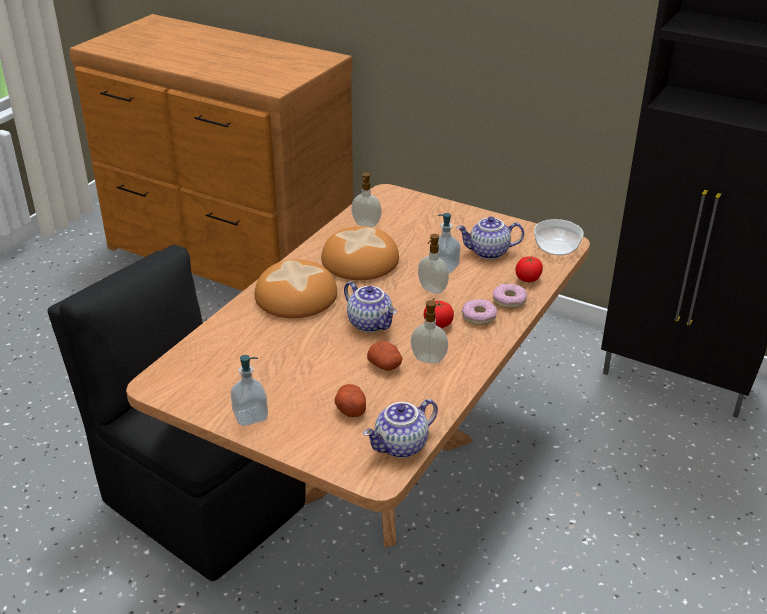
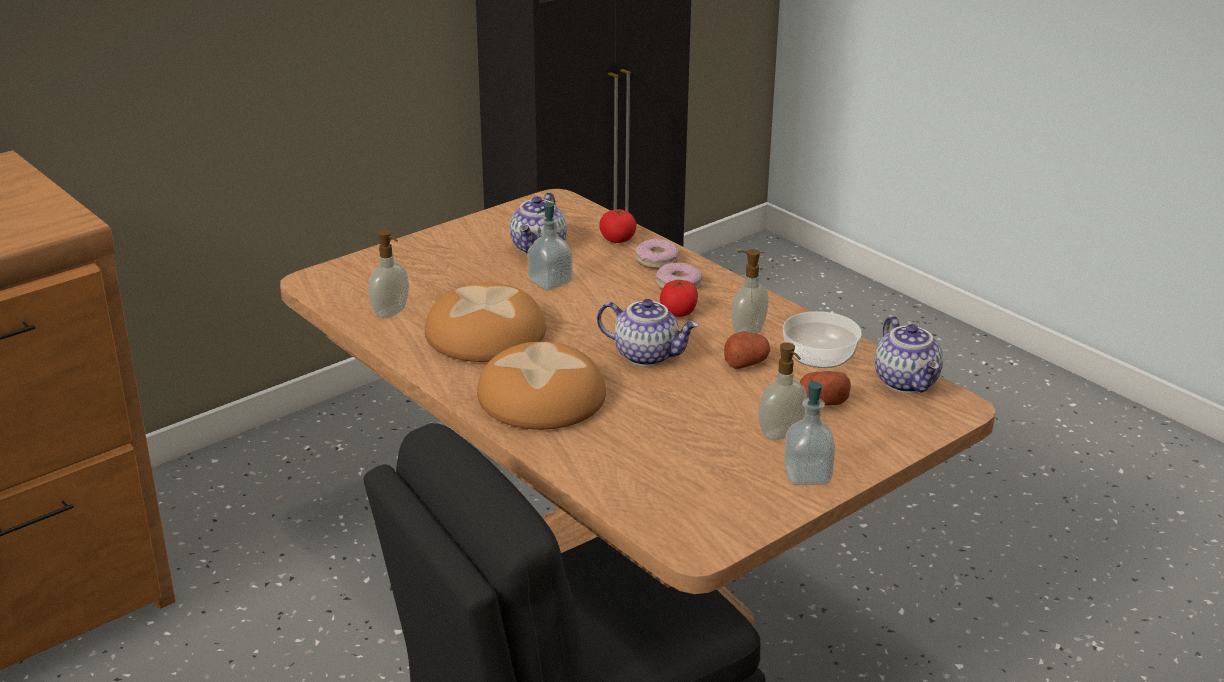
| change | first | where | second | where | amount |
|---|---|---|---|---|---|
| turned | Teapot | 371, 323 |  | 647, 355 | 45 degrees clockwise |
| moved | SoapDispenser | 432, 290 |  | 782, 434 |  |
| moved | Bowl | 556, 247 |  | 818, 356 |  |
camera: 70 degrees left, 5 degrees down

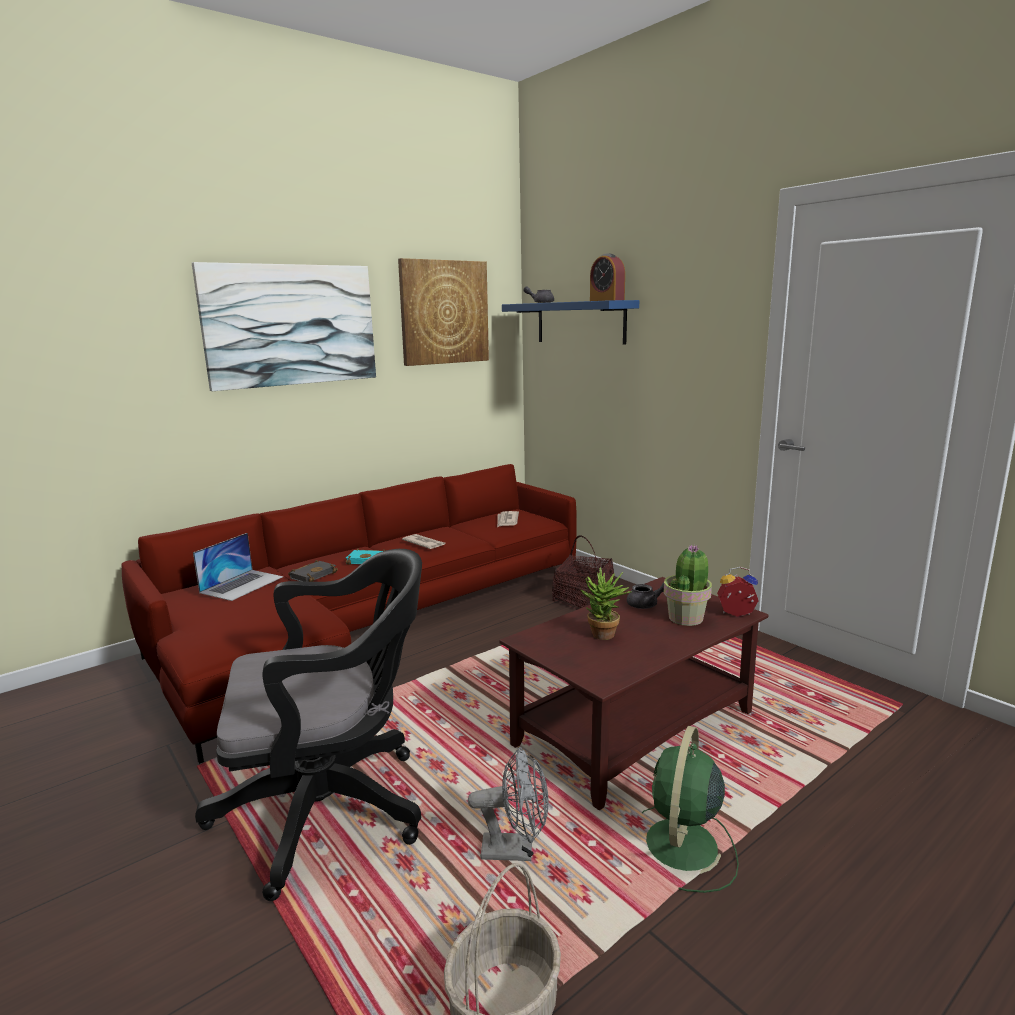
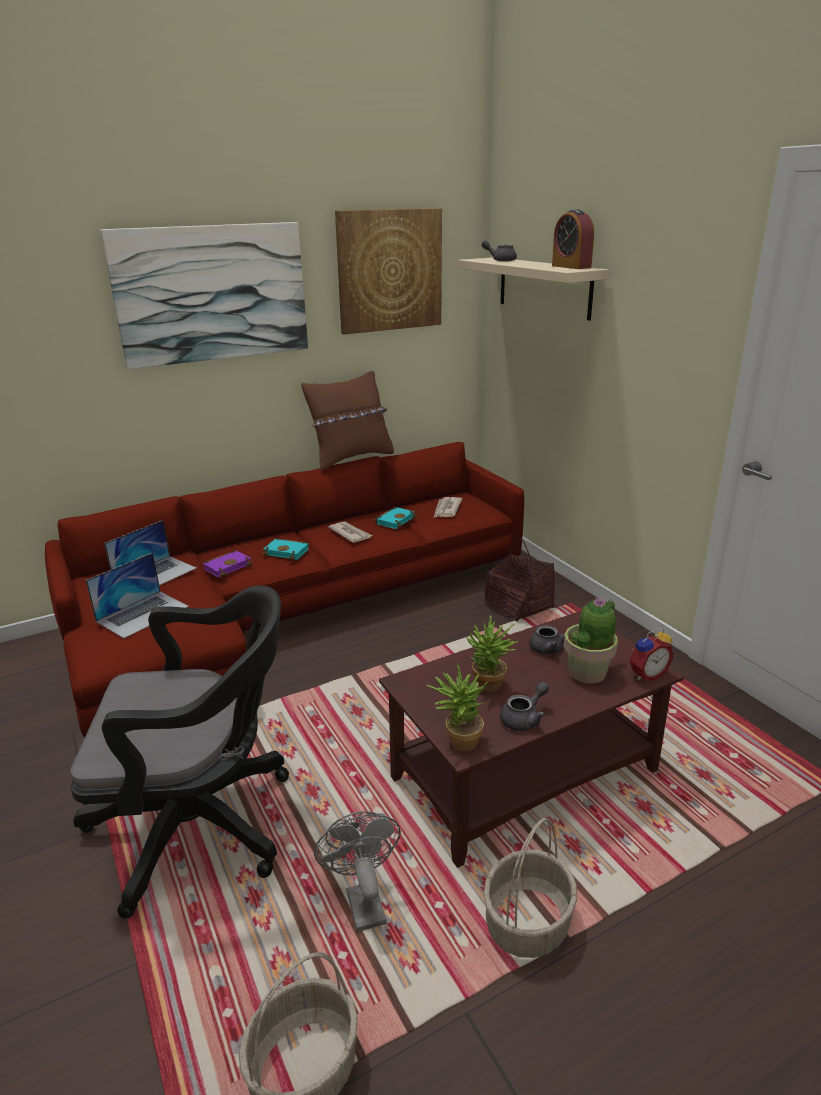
| change | first | where | second | where | amount |
|---|---|---|---|---|---|
| added |  |  | Laptop | 143, 613 |  |
| recoloured | BlackBook | 313, 575 | PurpleBook | 228, 566 |  |
| added |  |  | BrownPillow | 351, 458 |  |
| turned | GreyFan | 516, 850 |  | 362, 900 | 120 degrees counterclockwise |
| added |  |  | TurquoiseBook | 395, 520 |  |
| added |  |  | PottedPlant | 458, 741 |  |
| recoloured | BlueShelf | 580, 322 | BeigeShelf | 544, 287 |  |
| replaced | GreenFan | 680, 848 | Basket | 528, 924 |  |
| added |  |  | GreyTeapot | 524, 718 |  |
| turned | AlarmClock | 736, 615 |  | 646, 674 | 135 degrees clockwise |
camera: 10 degrees right, 10 degrees up

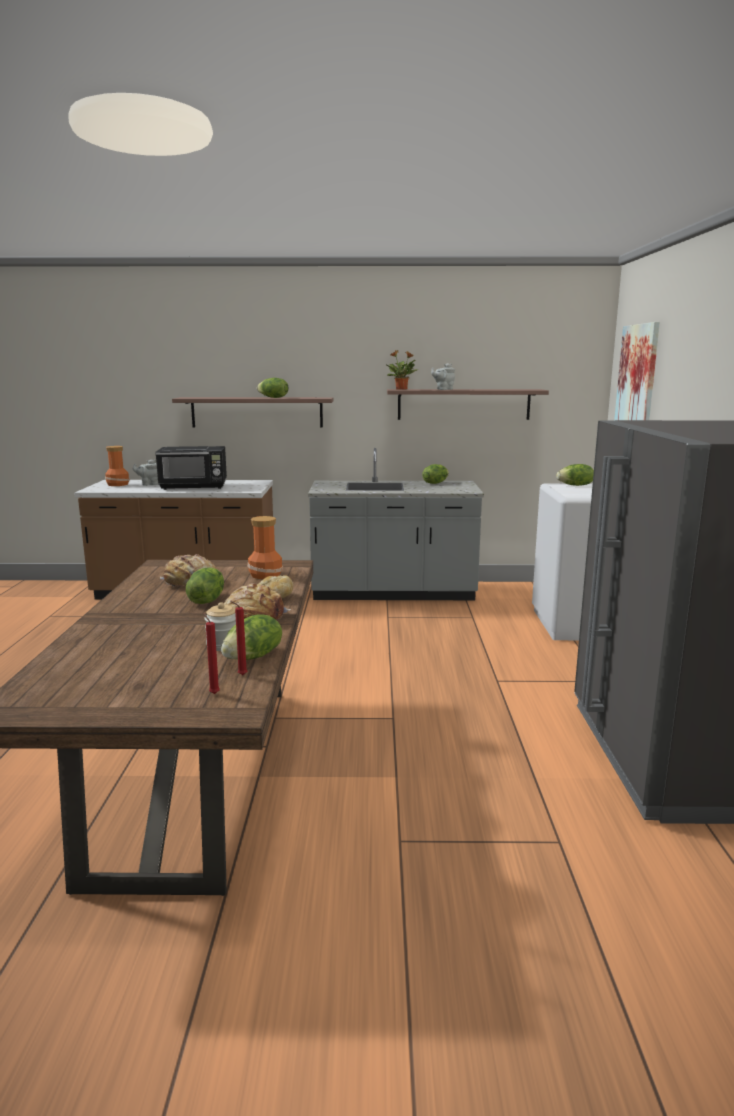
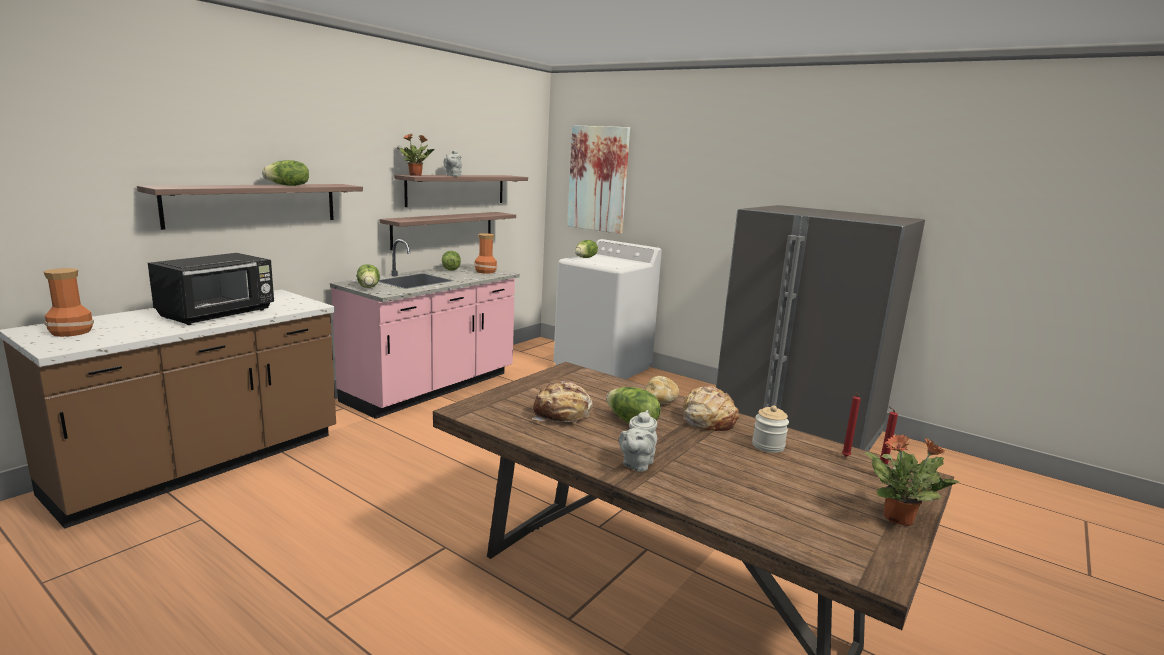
| change | first | where | second | where | amount |
|---|---|---|---|---|---|
| recoloured | GreyCounter | 393, 593 | PinkCounter | 432, 388 |  |
| moved | Lettuce | 254, 657 |  | 369, 287 |  |
| added |  |  | Shelf | 443, 229 |  |
| moved | Vase | 264, 575 |  | 485, 271 |  |
| moved | GreyTeapot | 149, 484 |  | 636, 464 |  |
| added |  |  | PottedPlant | 899, 519 |  |
camera: 55 degrees left, 0 degrees up

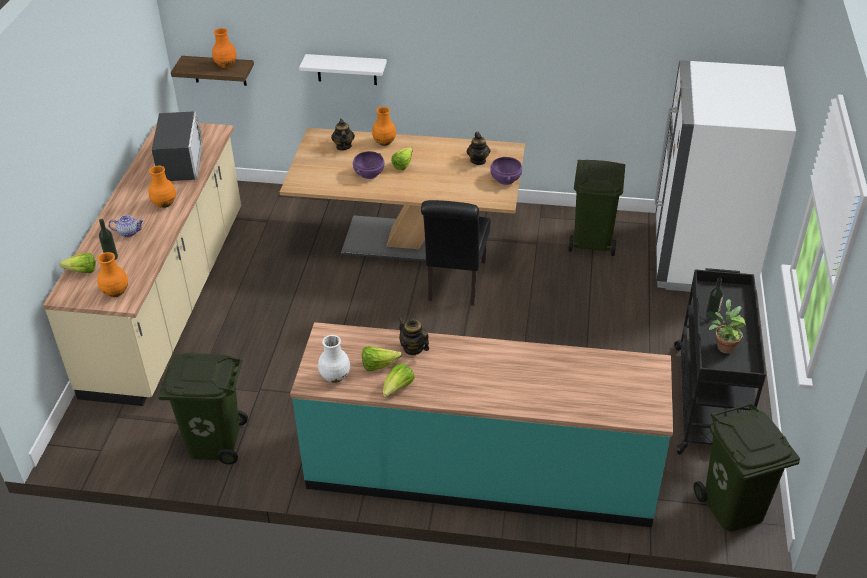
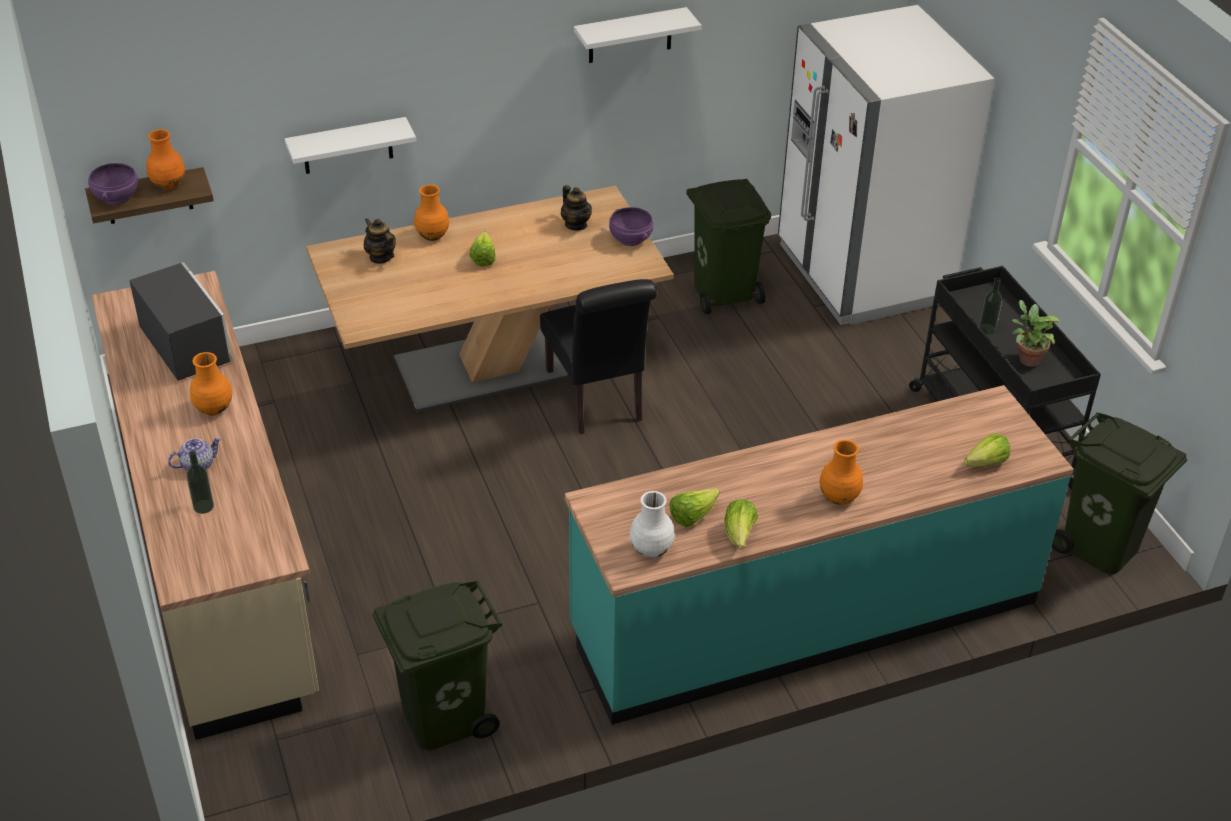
| change | first | where | second | where | amount |
|---|---|---|---|---|---|
| moved | PurpleBowl | 369, 174 |  | 116, 197 |  |
| added |  |  | WhiteShelf | 630, 36 |  |
| moved | OrangeVase | 116, 292 |  | 838, 496 |  |
| moved | Lettuce | 79, 271 |  | 981, 464 |  |
| removed | Teapot | 413, 348 |  |  |  |
camera: 30 degrees left, 0 degrees up

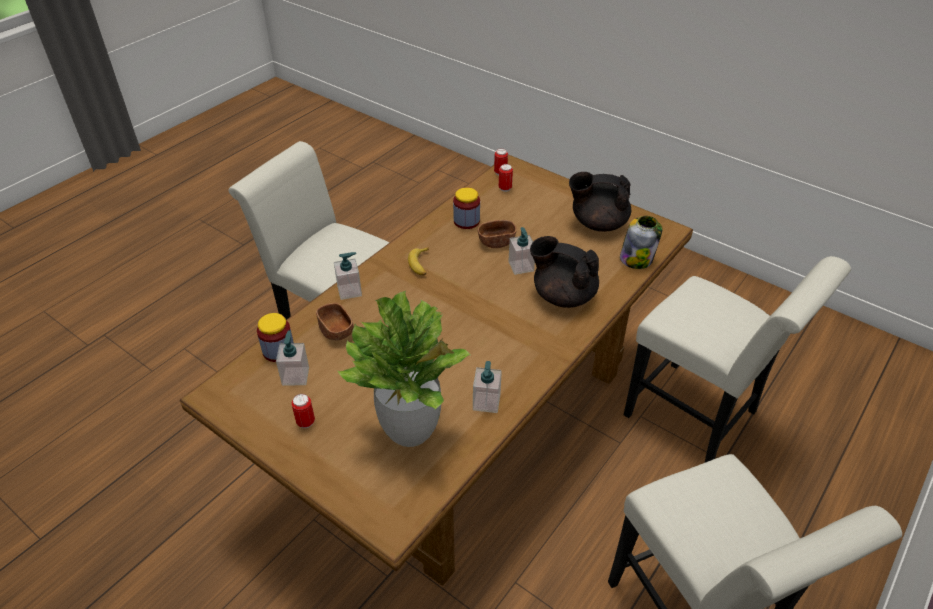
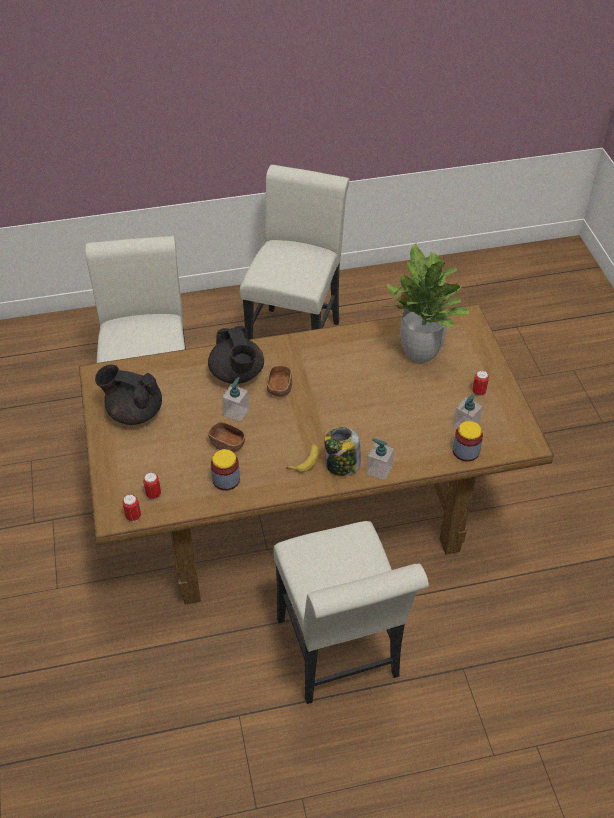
| change | first | where | second | where | amount |
|---|---|---|---|---|---|
| turned | BlackTeapot | 597, 223 |  | 134, 412 | 150 degrees clockwise |
| moved | BrownBowl | 336, 330 |  | 279, 388 |  |
| moved | Jar | 637, 259 |  | 342, 465 |  |
| removed | SoapDispenser | 486, 402 |  |  |  |
camera: 140 degrees left, 5 degrees up

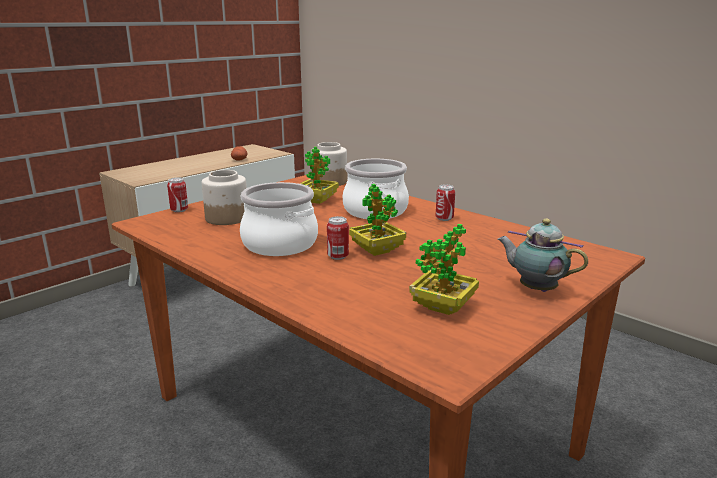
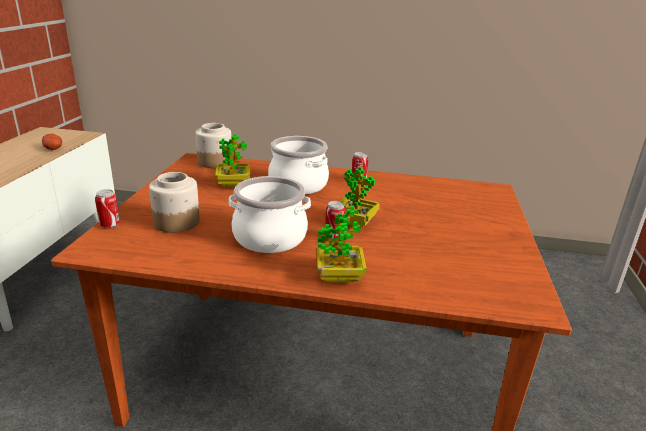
| change | first | where | second | where | amount |
|---|---|---|---|---|---|
| moved | PottedPlant | 443, 307 |  | 339, 277 |  |
| removed | Teapot | 535, 289 |  |  |  |
camera: 35 degrees left, 5 degrees up

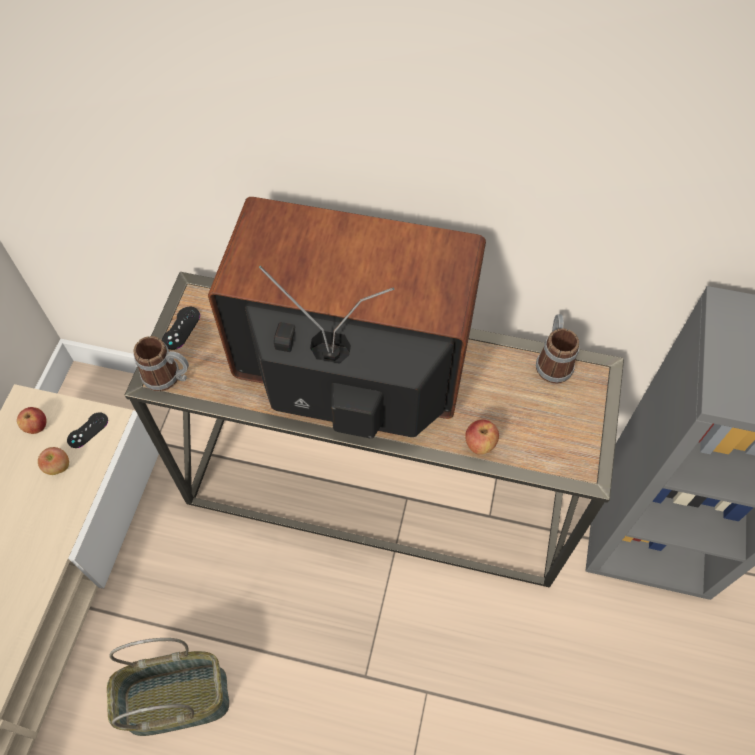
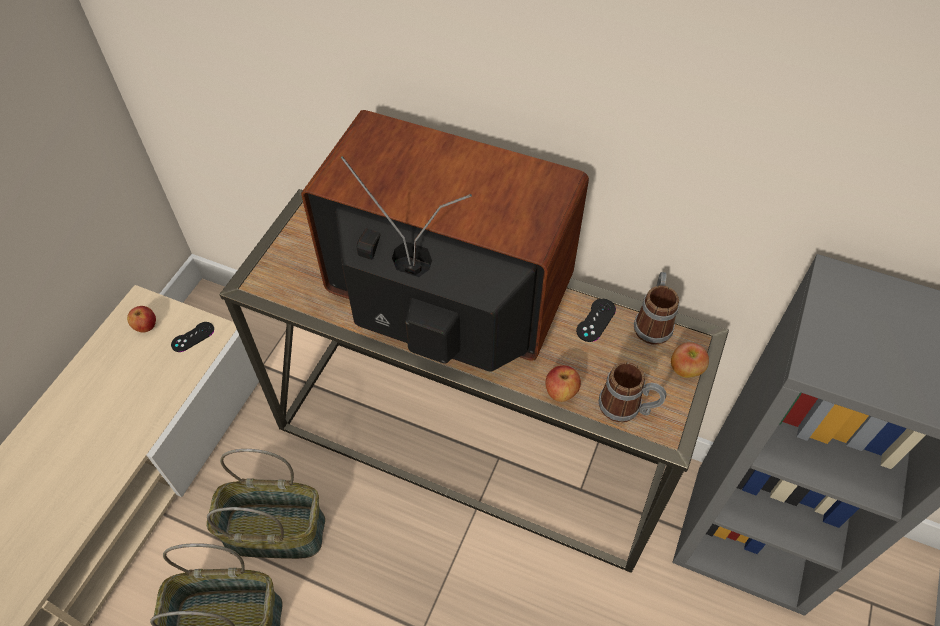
| change | first | where | second | where | amount |
|---|---|---|---|---|---|
| added |  |  | Basket | 276, 530 |  |
| moved | BlackGameController | 181, 328 |  | 596, 320 |  |
| moved | Mug | 168, 377 |  | 627, 408 |  |
| moved | Apple | 58, 467 |  | 685, 370 |  |
camera: 10 degrees right, 5 degrees down

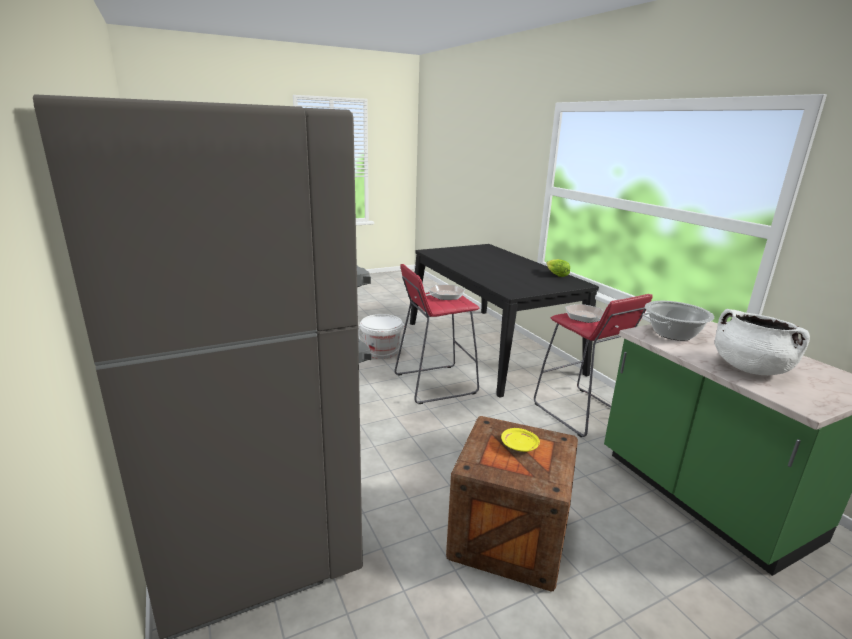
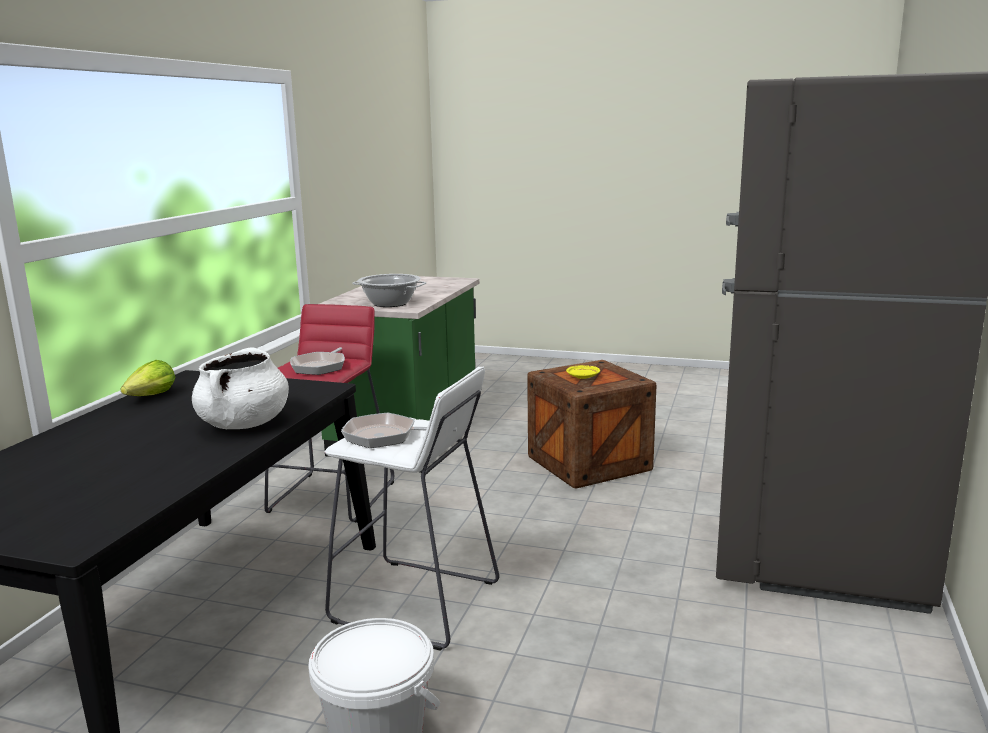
| change | first | where | second | where | amount |
|---|---|---|---|---|---|
| moved | WhiteCookingPot | 749, 368 |  | 244, 424 |  |
| recoloured | RedStool | 434, 383 | WhiteStool | 416, 603 |  |
camera: 135 degrees left, 5 degrees down

